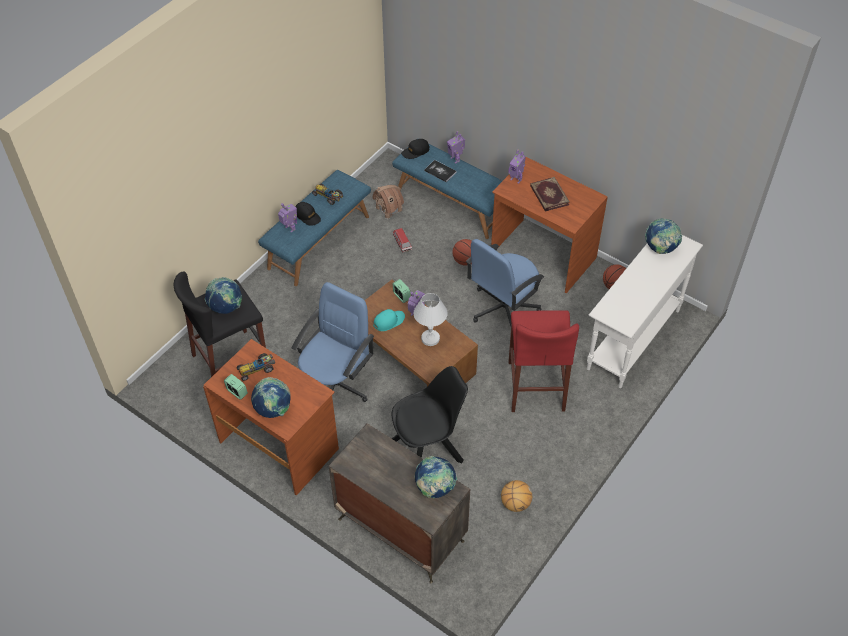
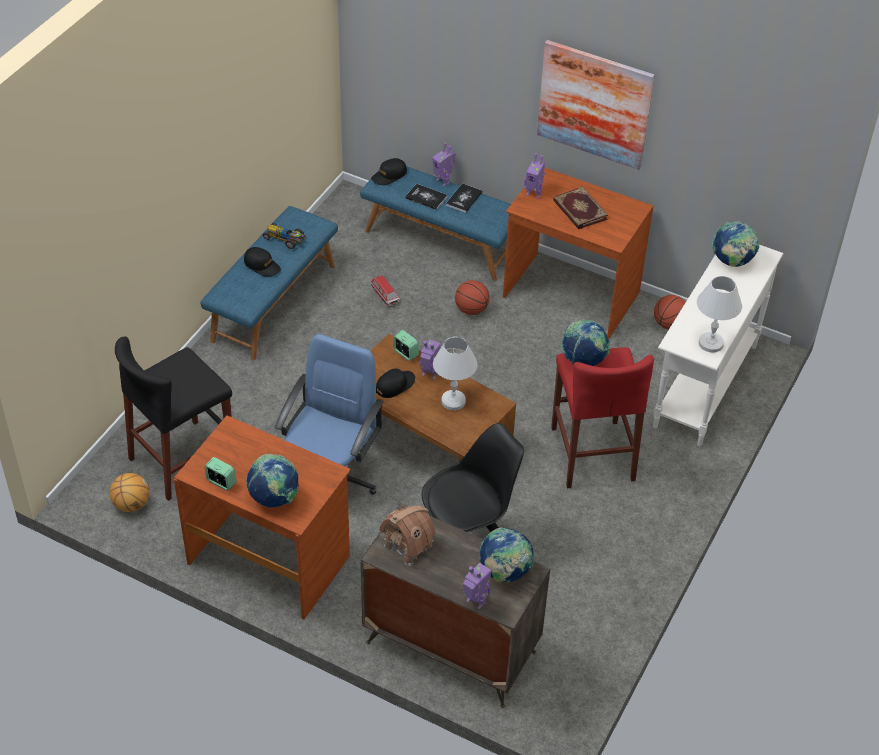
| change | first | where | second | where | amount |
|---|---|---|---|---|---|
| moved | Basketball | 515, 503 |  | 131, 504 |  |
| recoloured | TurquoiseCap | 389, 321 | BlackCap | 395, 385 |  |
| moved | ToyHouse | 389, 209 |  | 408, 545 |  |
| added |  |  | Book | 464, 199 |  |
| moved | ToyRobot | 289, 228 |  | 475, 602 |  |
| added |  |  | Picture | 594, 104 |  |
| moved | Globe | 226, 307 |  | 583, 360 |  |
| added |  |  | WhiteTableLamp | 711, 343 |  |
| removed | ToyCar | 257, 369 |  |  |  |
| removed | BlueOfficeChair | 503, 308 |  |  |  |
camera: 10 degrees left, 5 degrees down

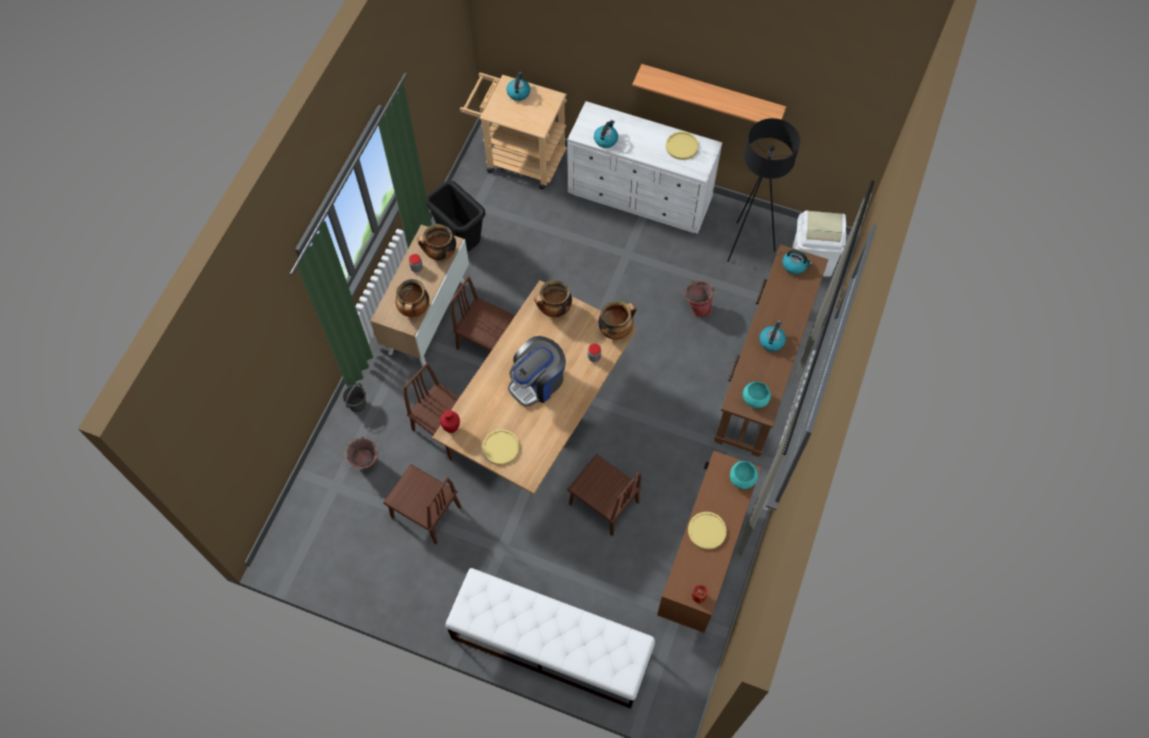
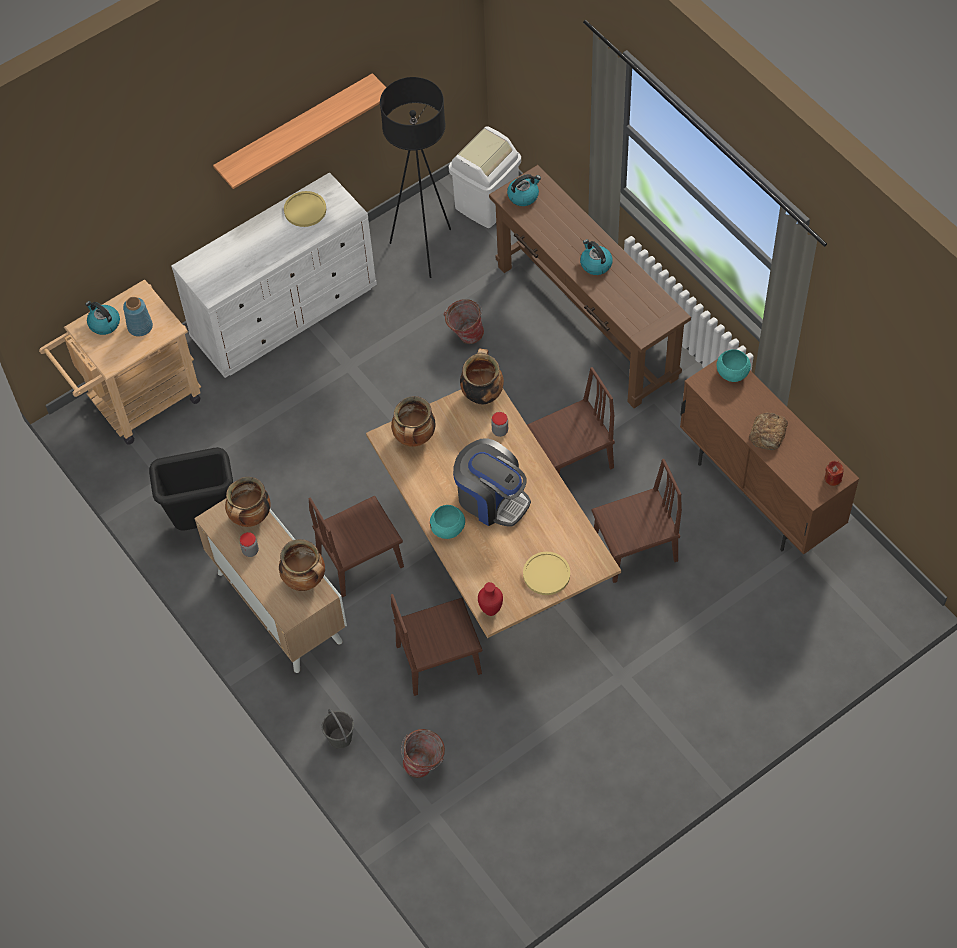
| change | first | where | second | where | amount |
|---|---|---|---|---|---|
| added |  |  | BlueVase | 140, 327 |  |
| moved | TurquoiseBowl | 755, 399 |  | 448, 529 |  |
| turned | CoffeeMachine | 537, 381 |  | 491, 499 | 45 degrees counterclockwise |
| moved | BrownChair | 426, 512 |  | 570, 461 |  |
| replaced | YellowPlate | 707, 531 | Bread | 768, 434 |  |
| removed | WhiteBench | 550, 645 |  |  |  |
| removed | Kettle | 606, 139 |  |  |  |
camera: 55 degrees left, 5 degrees down

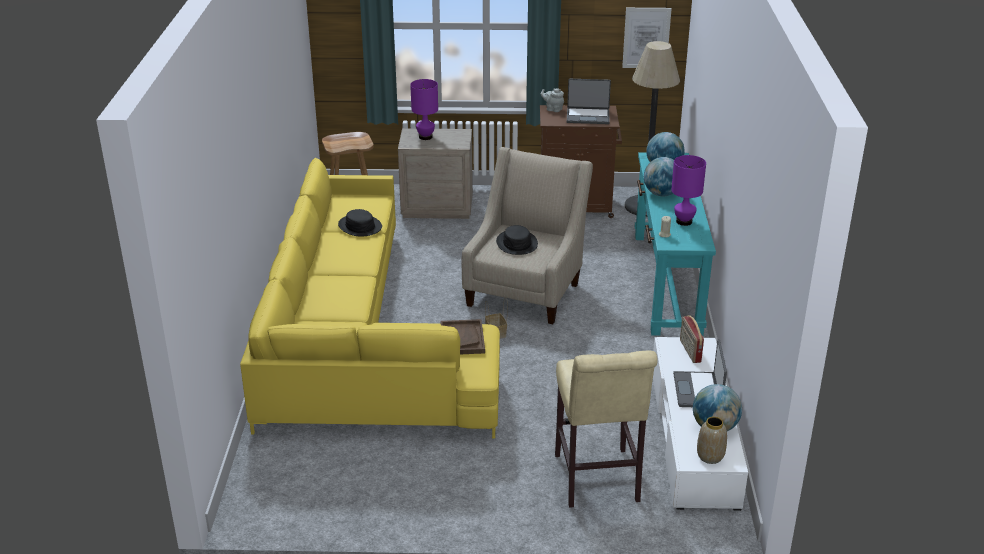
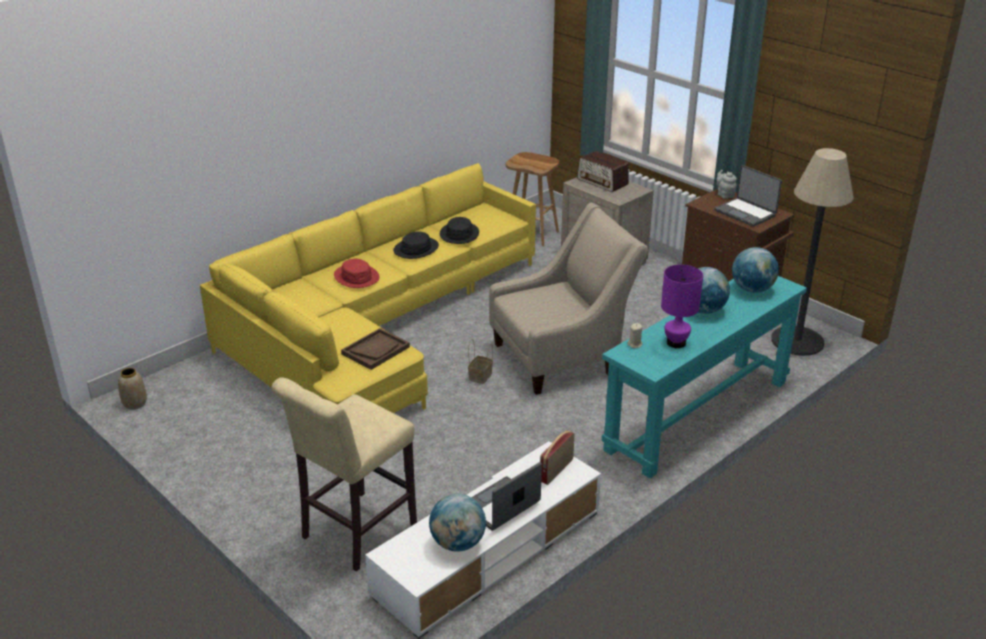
| change | first | where | second | where | amount |
|---|---|---|---|---|---|
| moved | Vase | 709, 456 |  | 135, 403 |  |
| added |  |  | RedHat | 356, 277 |  |
| moved | BlackHat | 517, 243 |  | 416, 249 |  |
| replaced | PurpleTableLamp | 426, 137 | Radio | 602, 182 |  |
| removed | Picture | 646, 38 |  |  |  |
camera: 45 degrees right, 0 degrees up

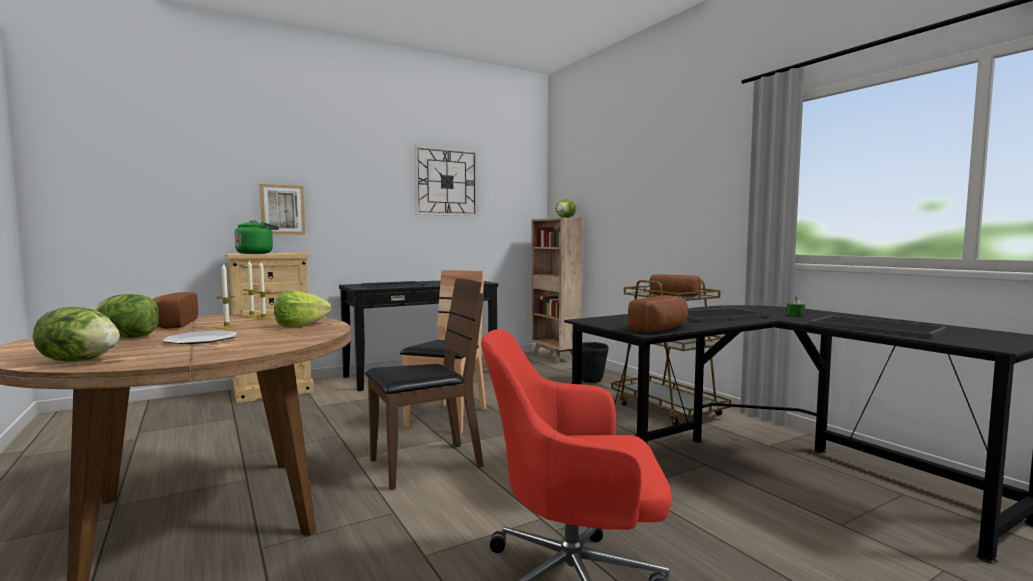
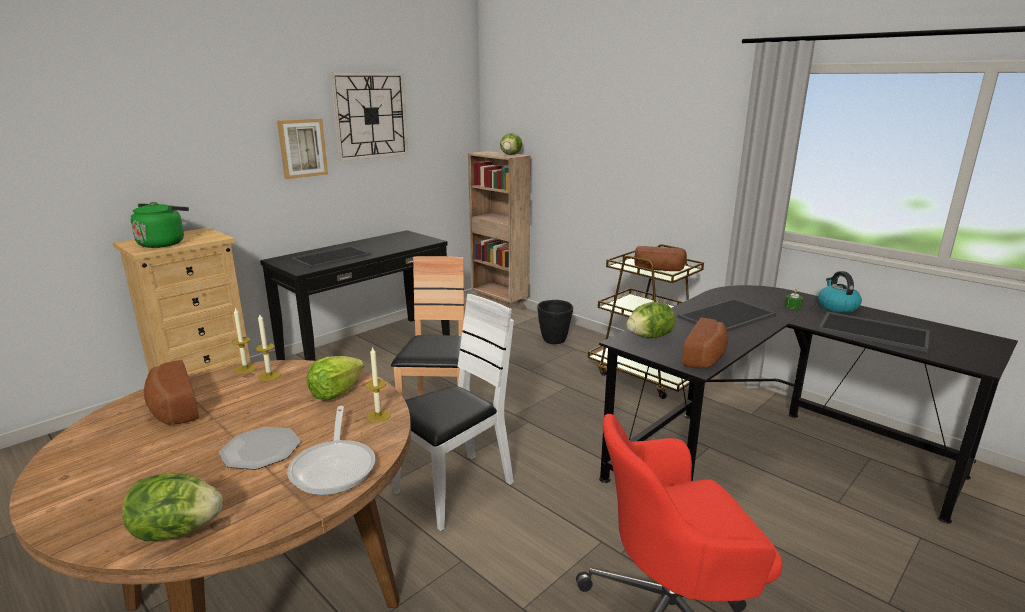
| change | first | where | second | where | amount |
|---|---|---|---|---|---|
| moved | Picture | 282, 209 |  | 302, 148 |  |
| added |  |  | FryingPan | 335, 467 |  |
| moved | Candle | 226, 326 |  | 378, 416 |  |
| recoloured | BrownChair | 425, 464 | WhiteChair | 454, 489 |  |
| moved | Lettuce | 126, 338 |  | 649, 337 |  |
| added |  |  | Kettle | 836, 307 |  |
camera: 15 degrees left, 15 degrees up

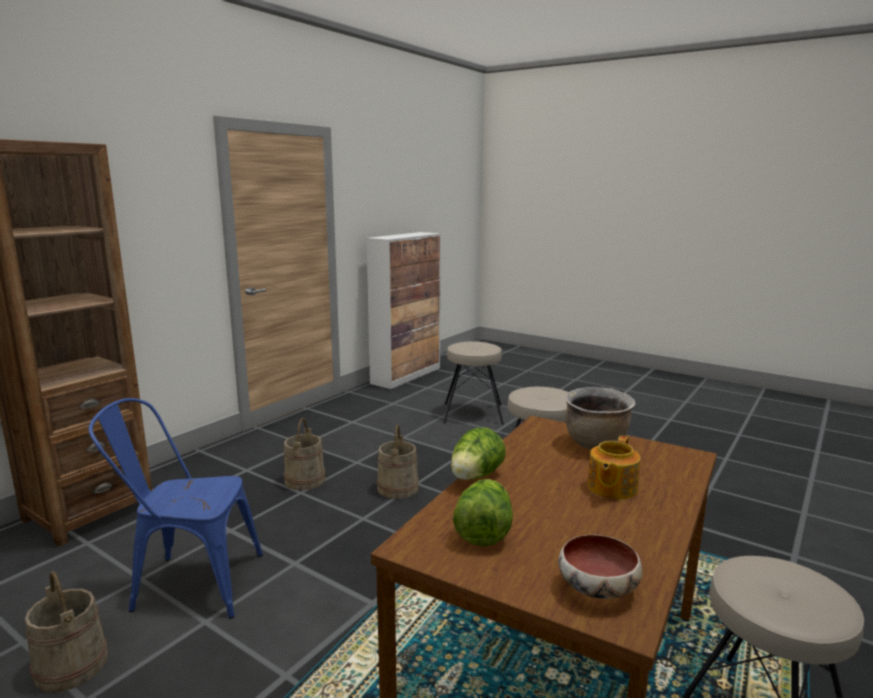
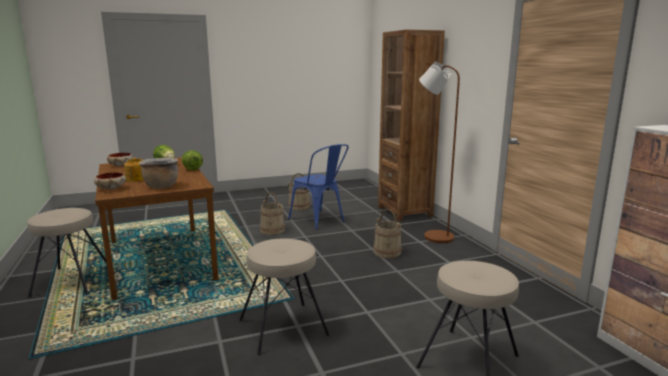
| change | first | where | second | where | amount |
|---|---|---|---|---|---|
| added |  |  | Bowl | 111, 188 |  |
| moved | BeigeBucket | 397, 488 |  | 272, 230 |  |
| turned | BlueChair | 188, 583 |  | 320, 220 | 105 degrees clockwise |
| added |  |  | BrownFloorLamp | 433, 236 |  |
camera: 125 degrees right, 0 degrees up

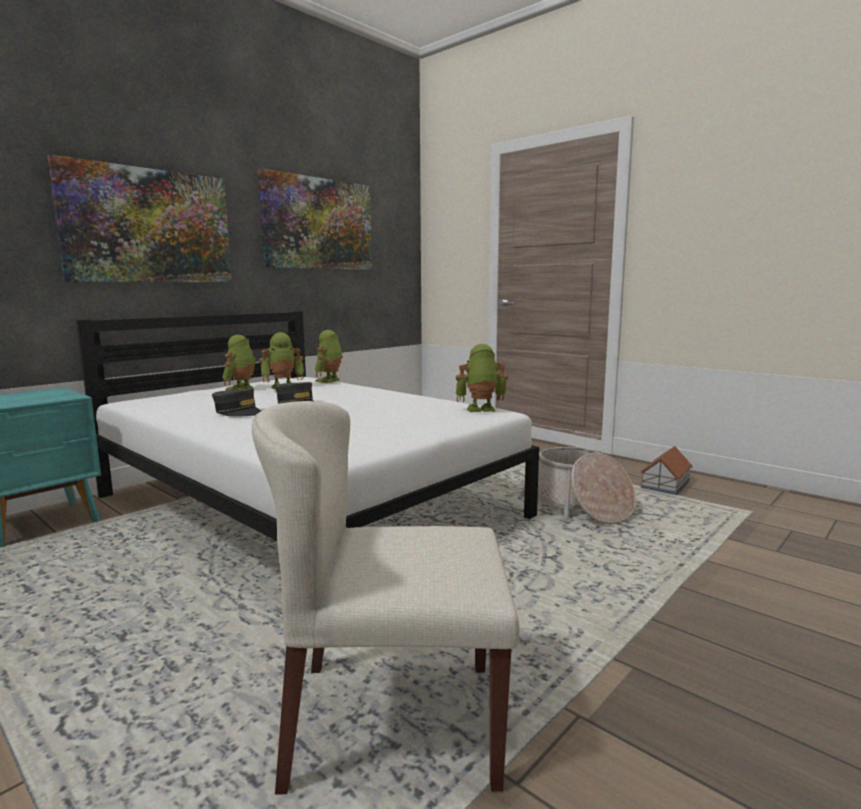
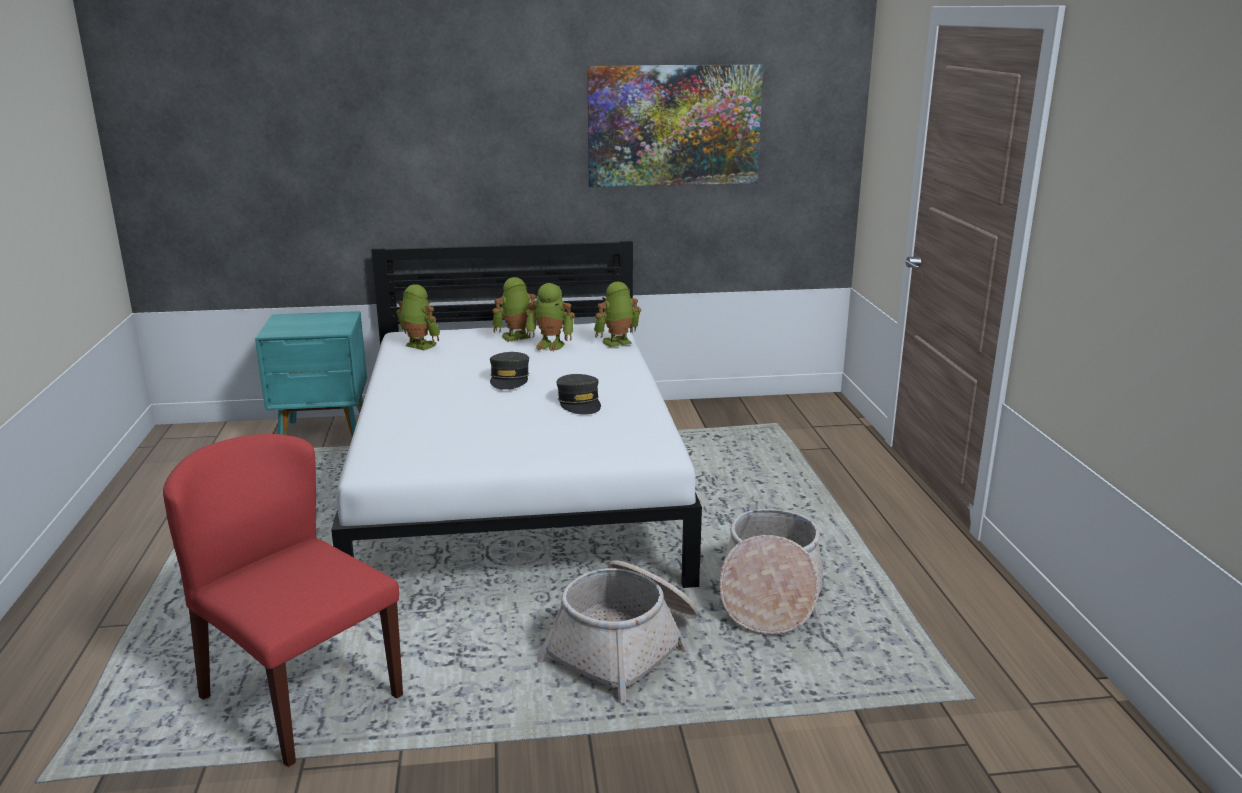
| change | first | where | second | where | amount |
|---|---|---|---|---|---|
| recoloured | BeigeChair | 392, 722 | RedChair | 300, 695 |  |
| moved | ToyRobot | 480, 410 |  | 418, 346 |  |
| added |  |  | Basket | 625, 646 |  |
| moved | GreyCap | 238, 412 |  | 579, 403 |  |
| removed | Picture | 149, 226 |  |  |  |
| removed | ToyHouse | 666, 485 |  |  |  |
camera: 40 degrees right, 10 degrees up

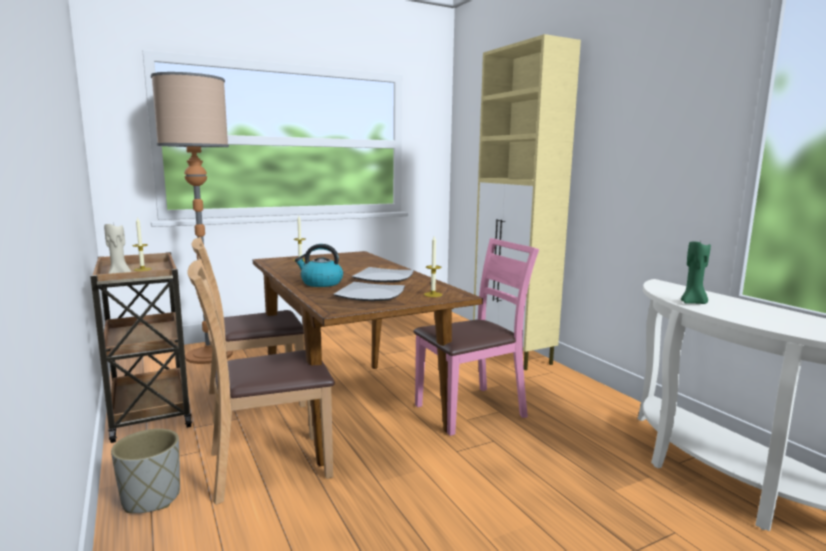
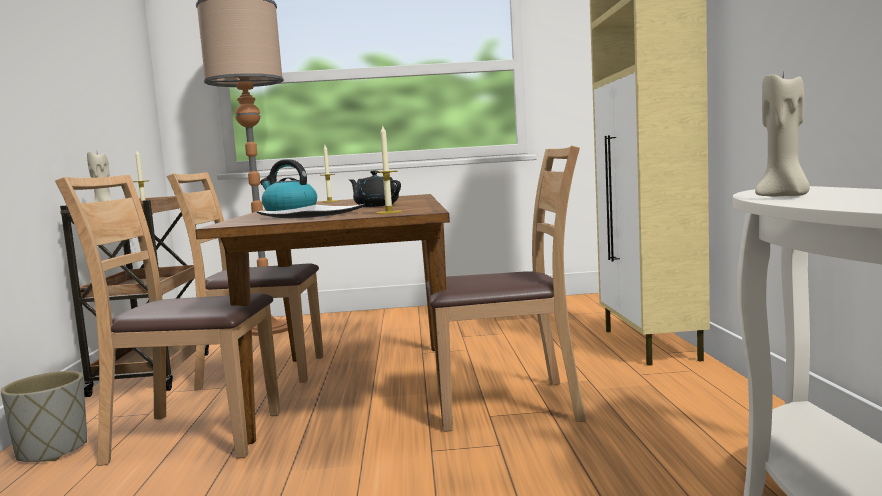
| change | first | where | second | where | amount |
|---|---|---|---|---|---|
| replaced | Plate | 383, 278 | BlackTeapot | 376, 206 |  |
| recoloured | PinkChair | 471, 410 | BrownChair | 508, 405 |  |
| recoloured | GreenCandle | 693, 303 | BeigeCandle | 783, 197 |  |
camera: 25 degrees right, 5 degrees down

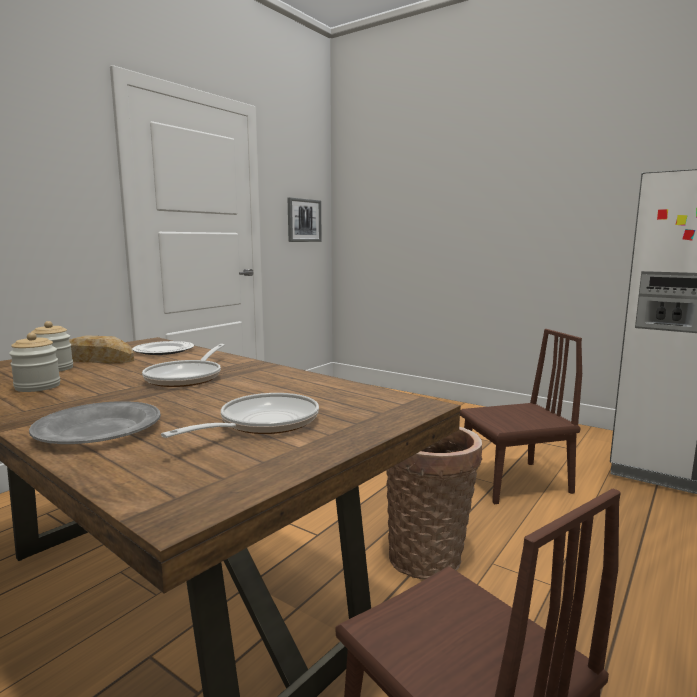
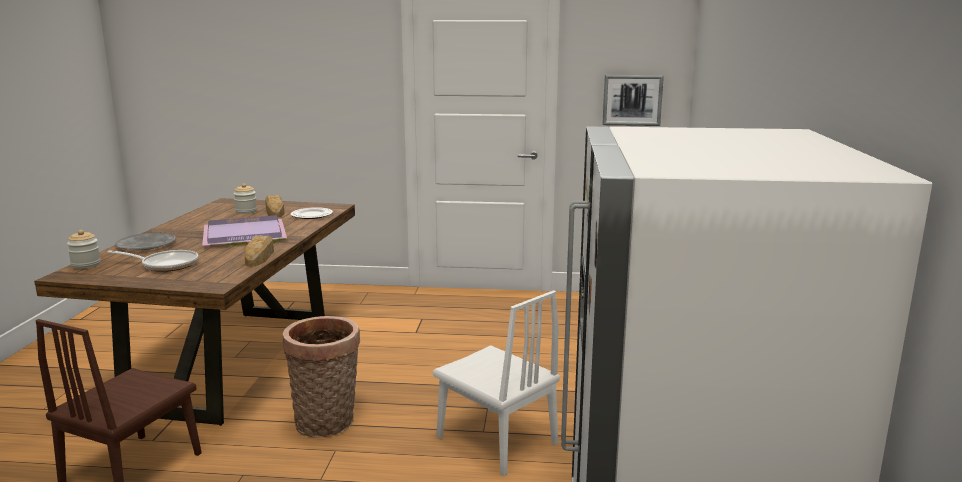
| change | first | where | second | where | amount |
|---|---|---|---|---|---|
| moved | Jar | 37, 387 |  | 86, 265 |  |
| replaced | FryingPan | 187, 377 | PurpleTray | 246, 235 |  |
| added |  |  | Bread | 260, 256 |  |
| recoloured | BrownChair | 514, 482 | WhiteChair | 496, 440 |  |
camera: 60 degrees right, 5 degrees up

